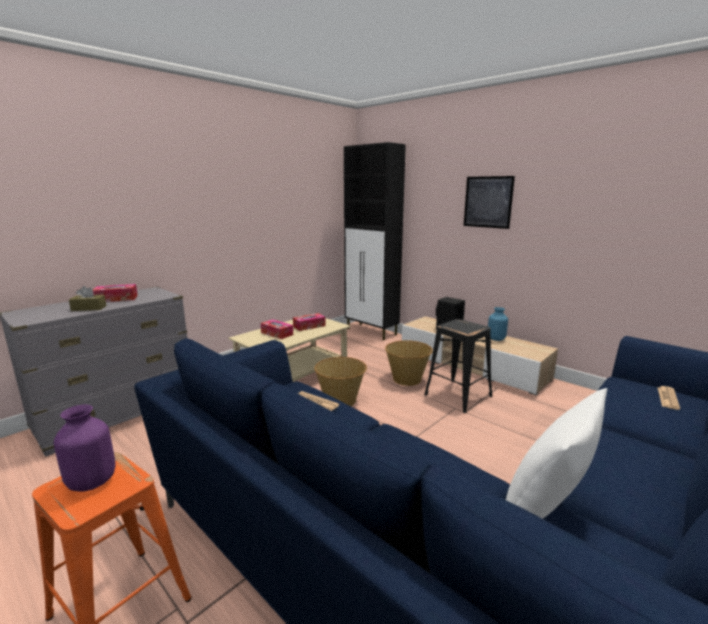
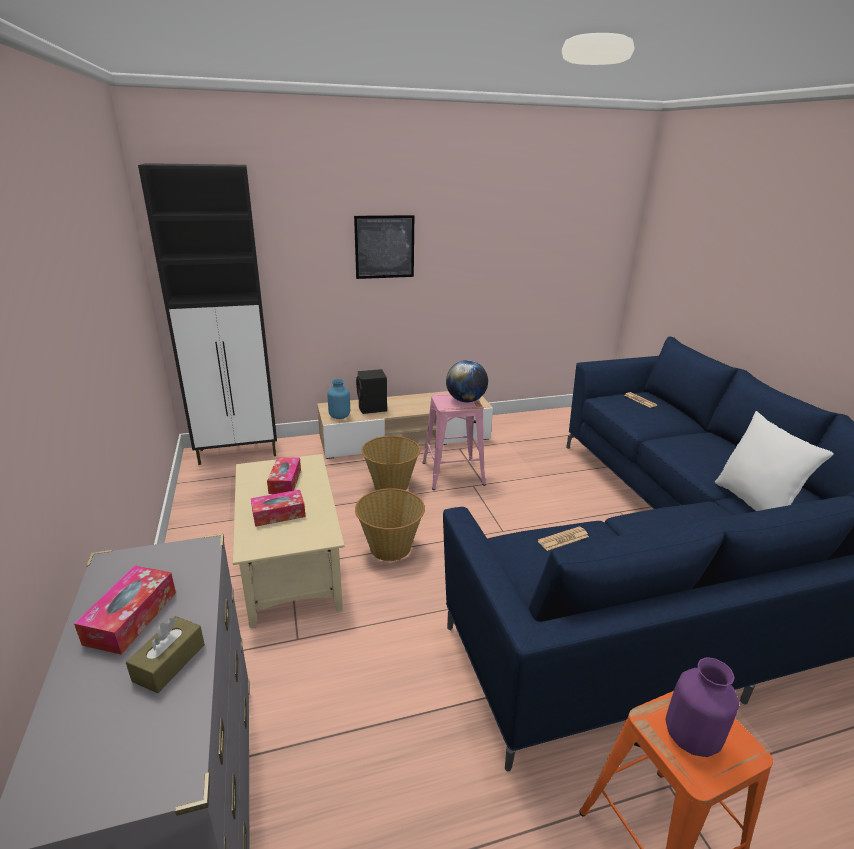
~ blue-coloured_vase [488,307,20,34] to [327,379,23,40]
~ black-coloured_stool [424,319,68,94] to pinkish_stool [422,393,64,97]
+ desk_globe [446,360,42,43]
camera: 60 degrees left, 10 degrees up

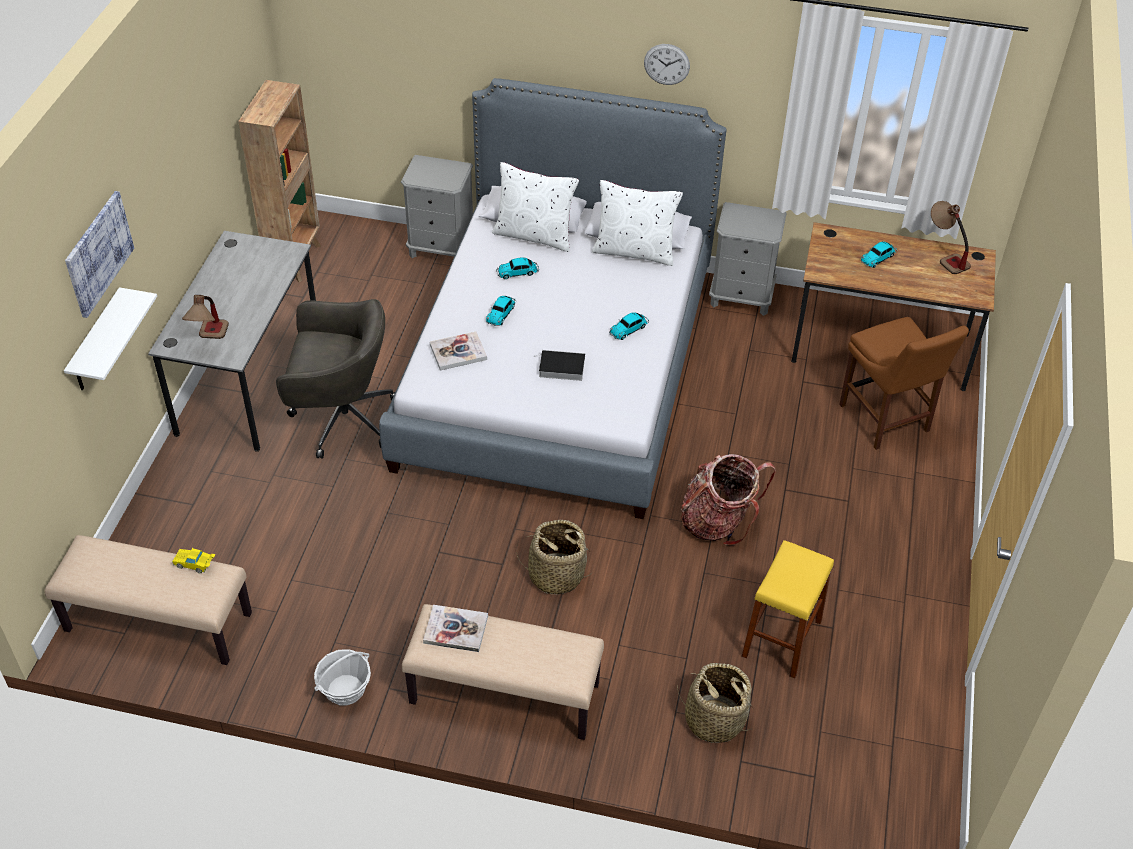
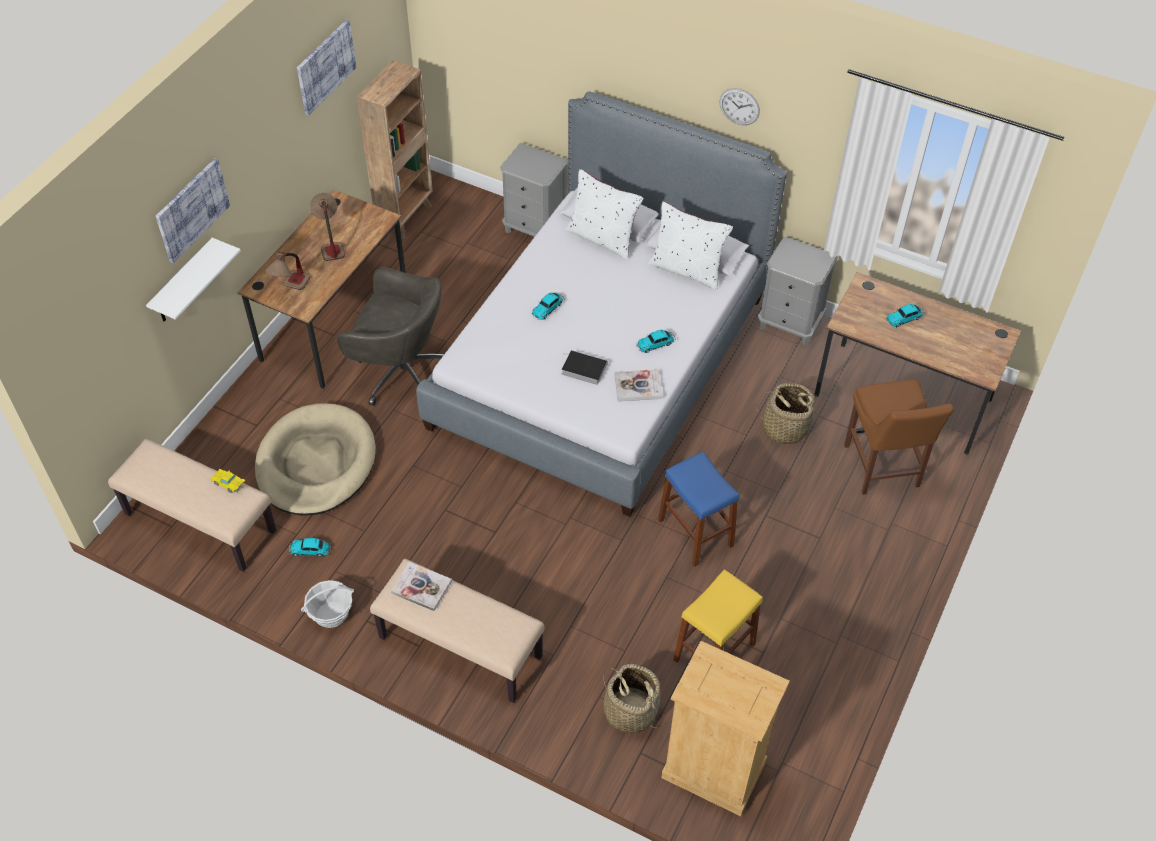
~ greyish_desk_table [148,231,168,221] to brownish_desk_table [238,189,168,200]
+ beige_dog_cushion [255,403,121,113]
~ toy_car [496,257,43,22] to [288,538,43,19]
+ wall_picture [297,19,59,97]
~ tabletop_lamp [931,201,40,73] to [310,193,35,68]
~ volume [430,331,57,39] to [614,369,48,32]
~ rucksack [681,454,95,91] to blue-coloured_stool [658,451,82,116]
+ beige_chest_of_drawers [661,641,129,175]
~ basket [516,520,76,75] to [756,383,59,61]
camera: 15 degrees right, 5 degrees up

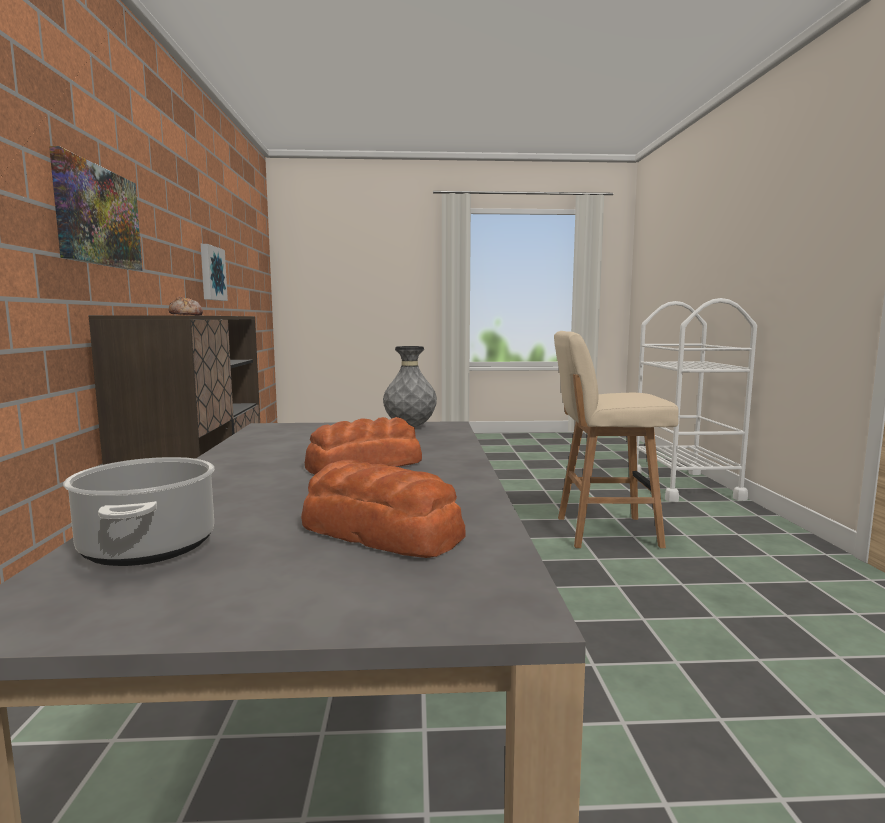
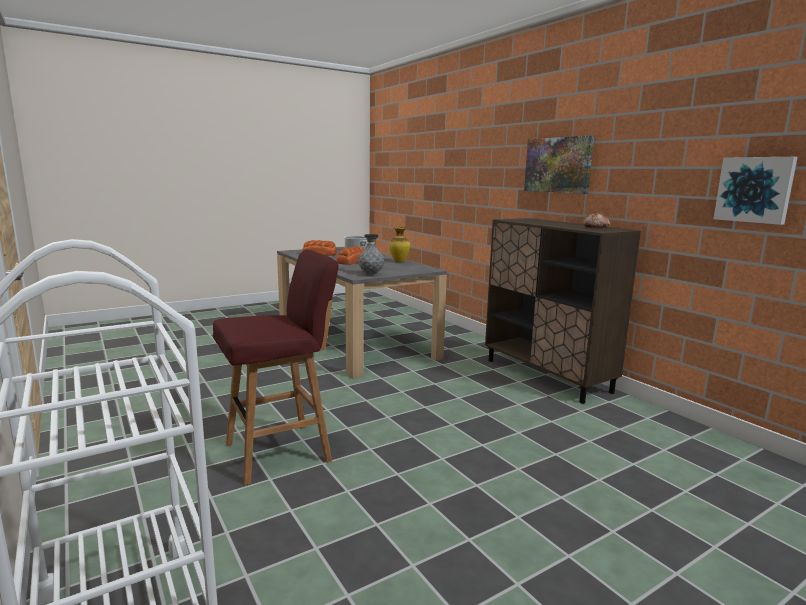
~ beige_stool [554,331,125,217] to red_stool [213,250,126,235]
+ vase [389,227,21,36]
camera: 150 degrees right, 5 degrees up

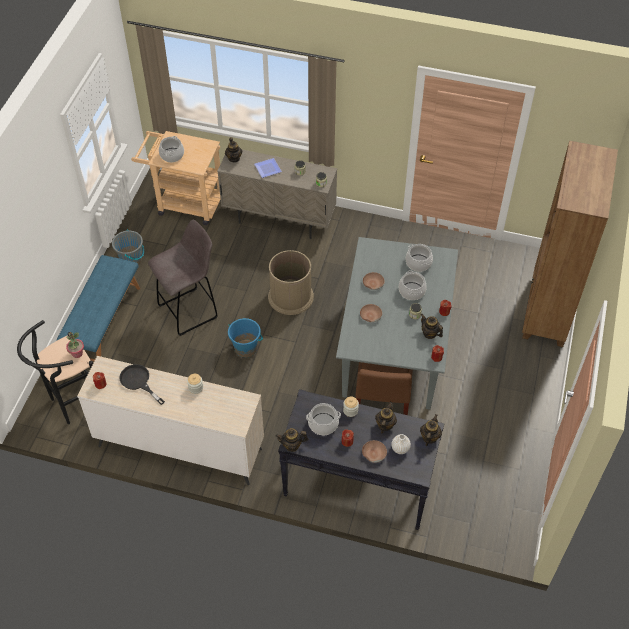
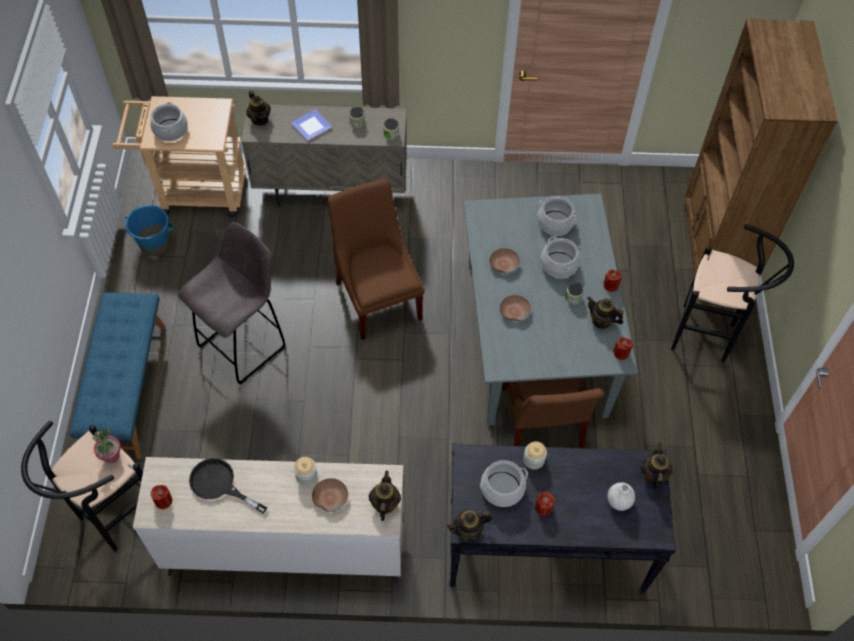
~ blue-coloured_pail [228,318,35,40] to [125,205,48,51]
~ brownish_serving_bowl [362,440,25,23] to [312,478,36,34]
~ brownish_trash_can [268,250,46,65] to brownish_plain_chair [327,179,97,161]
~ tea_pot [375,402,22,31] to [369,471,32,50]
+ black-coloured_stool [671,224,123,139]
- greyish_pail [112,230,32,35]
camera: 15 degrees left, 5 degrees up

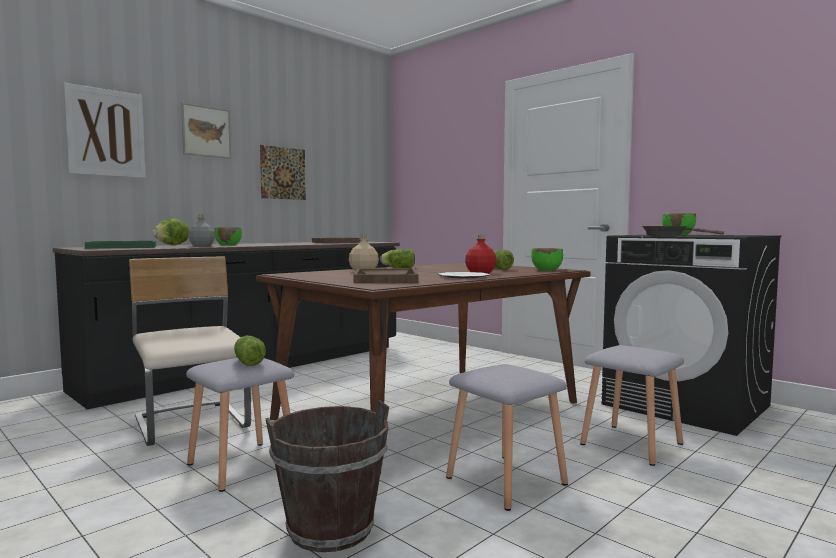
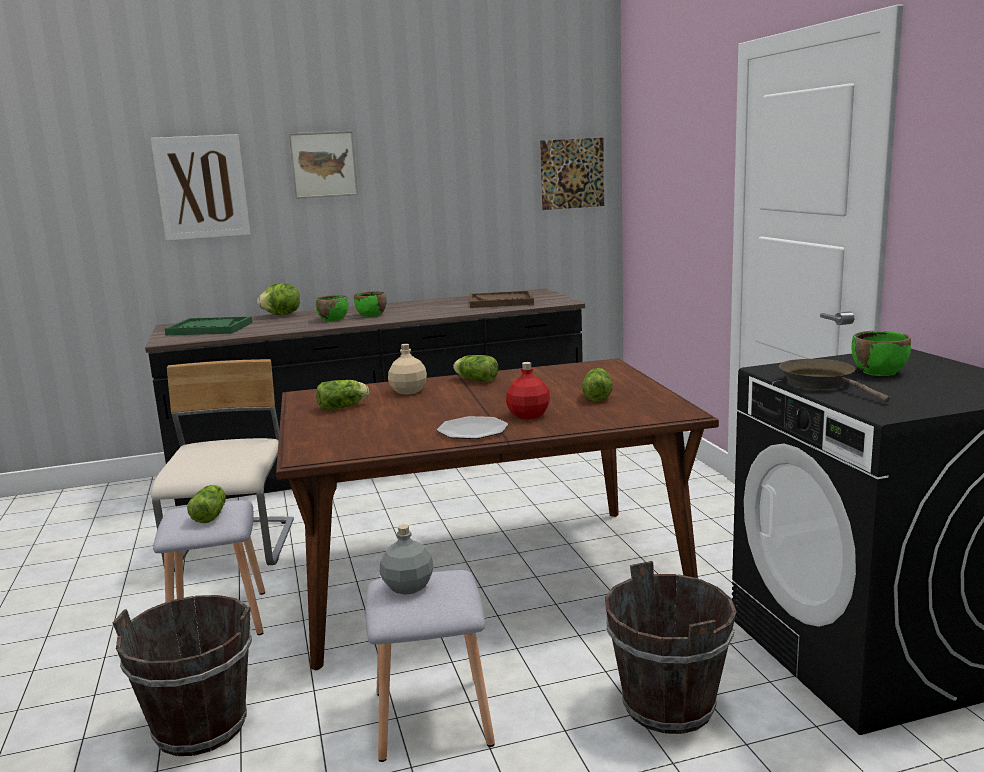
+ head_of_lettuce [316,380,53,31]
~ greenish_serving_bowl [531,248,32,23] to [354,291,32,26]
~ greyish_bottle [188,214,27,33] to [380,524,54,71]
~ wall_picture [260,145,46,55] to [540,138,64,72]
~ greyish_stool [580,345,104,121] to brownish_pail [605,561,131,173]
- brownish_tray [353,268,65,15]
camera: 30 degrees right, 10 degrees up

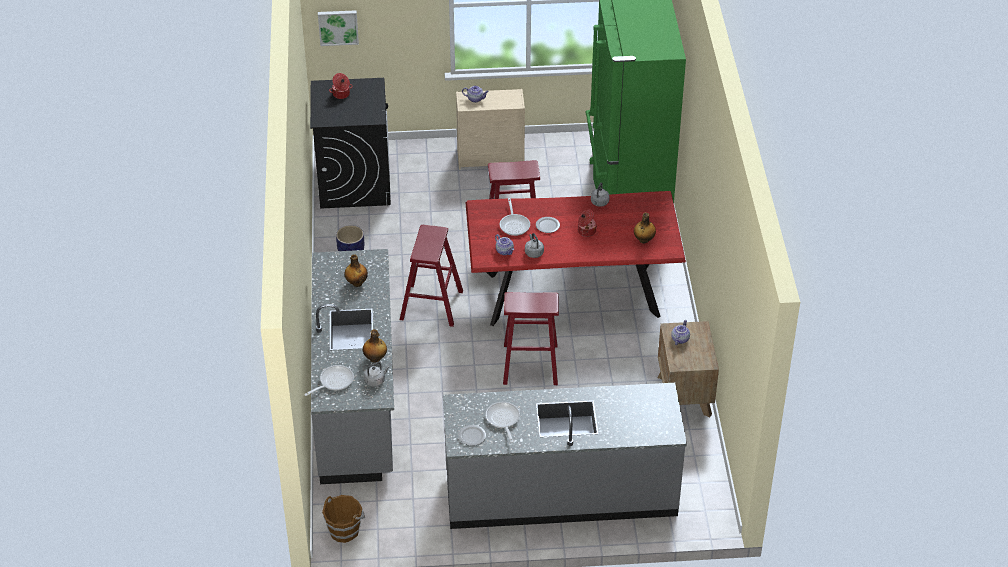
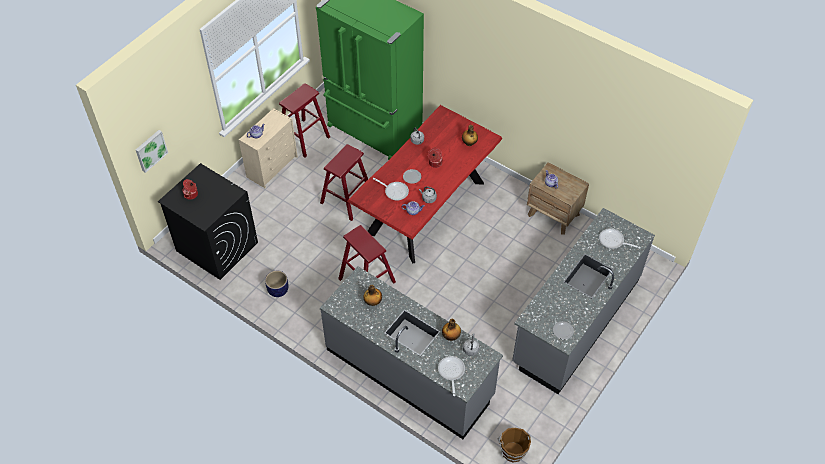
~ red_stool [503,292,56,93] to [279,83,51,75]
~ skillet [485,402,35,41] to [599,228,41,21]
camera: 50 degrees left, 10 degrees up

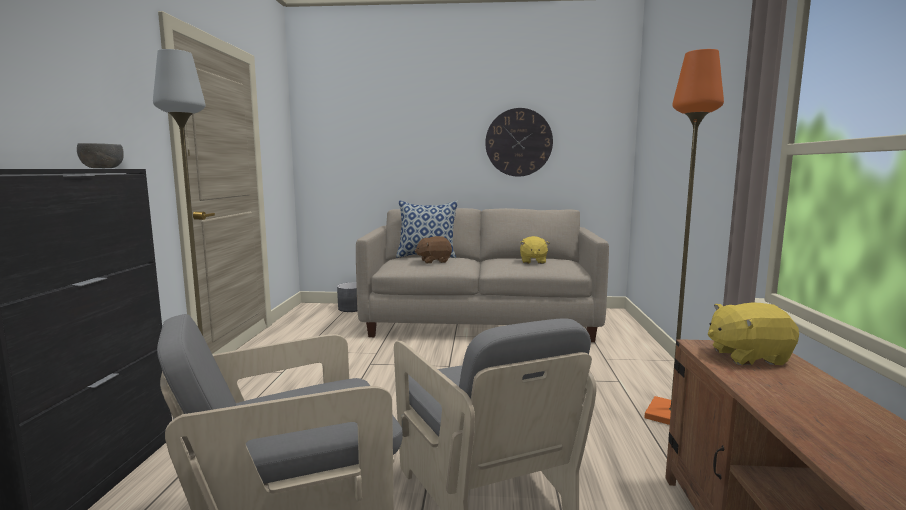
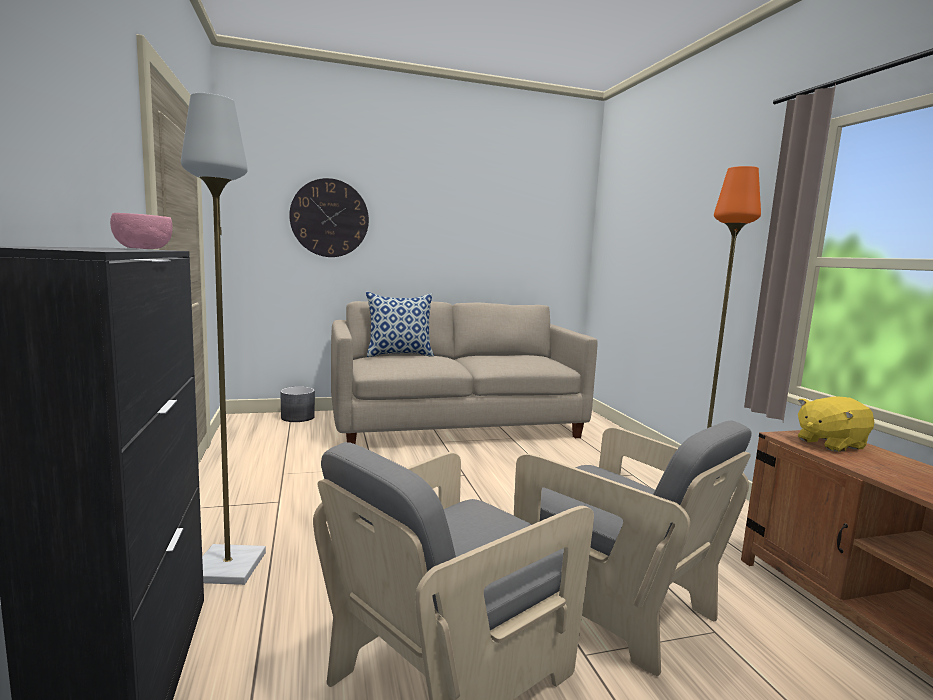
~ greyish_serving_bowl [77,143,47,25] to pinkish_serving_bowl [110,213,63,36]
~ hanging_clock [485,108,68,69] to [289,178,80,79]
- brownish_cuddly_toy [415,236,37,28]
- yellow-coloured_cuddly_toy [520,236,30,28]
camera: 20 degrees left, 0 degrees up

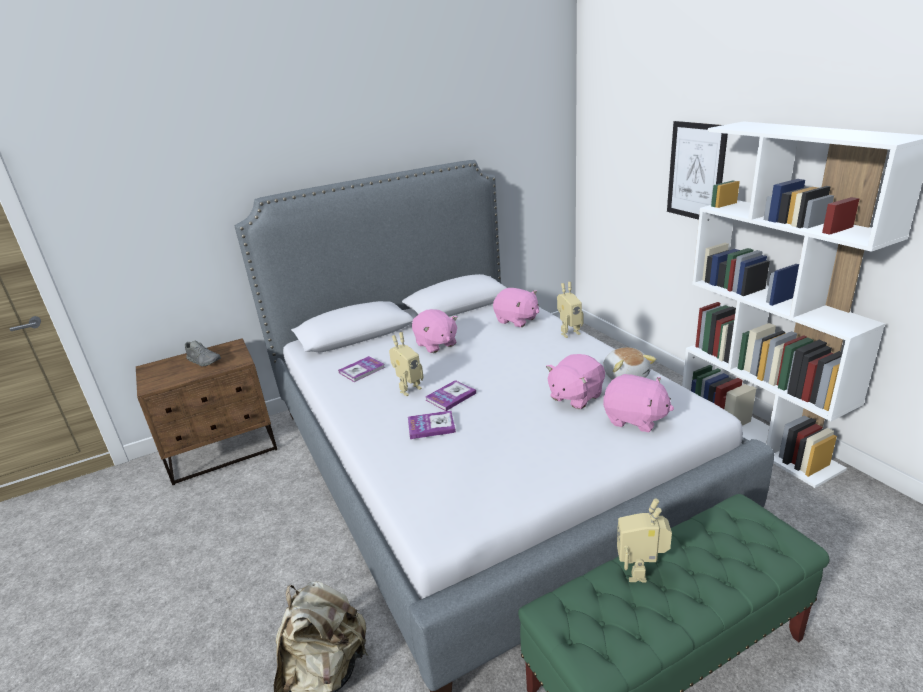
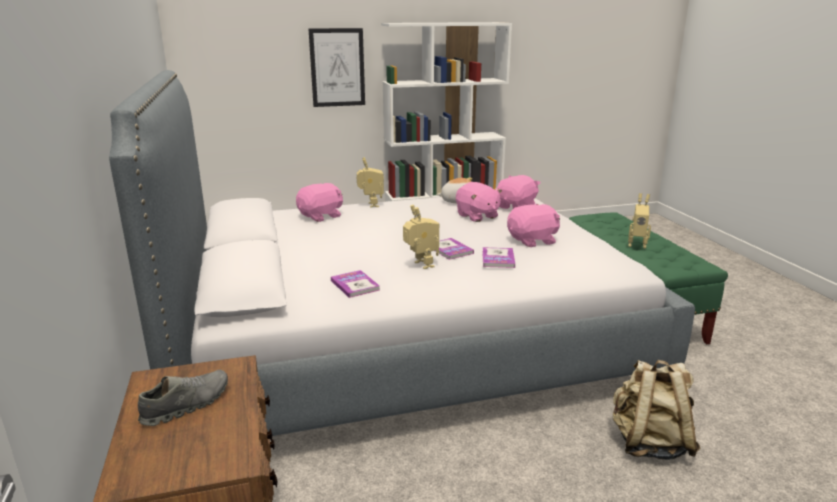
~ pinkish_cuddly_toy [412,309,46,44] to [507,203,53,44]
camera: 80 degrees left, 5 degrees down

